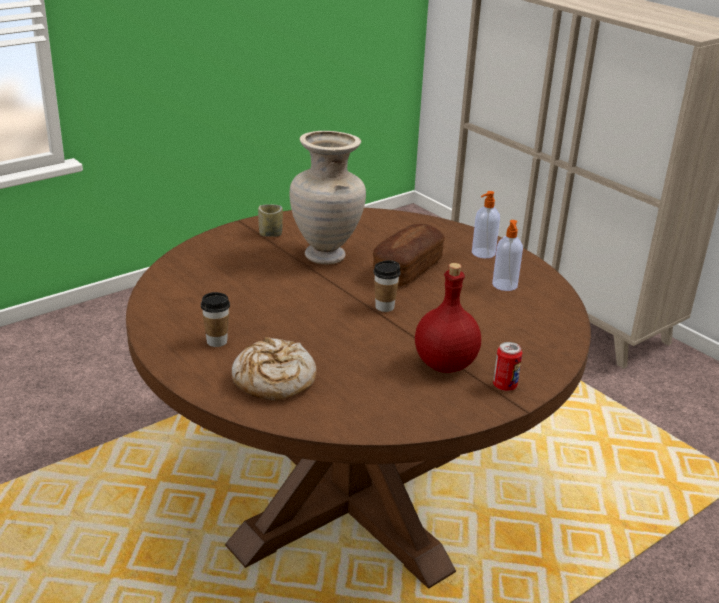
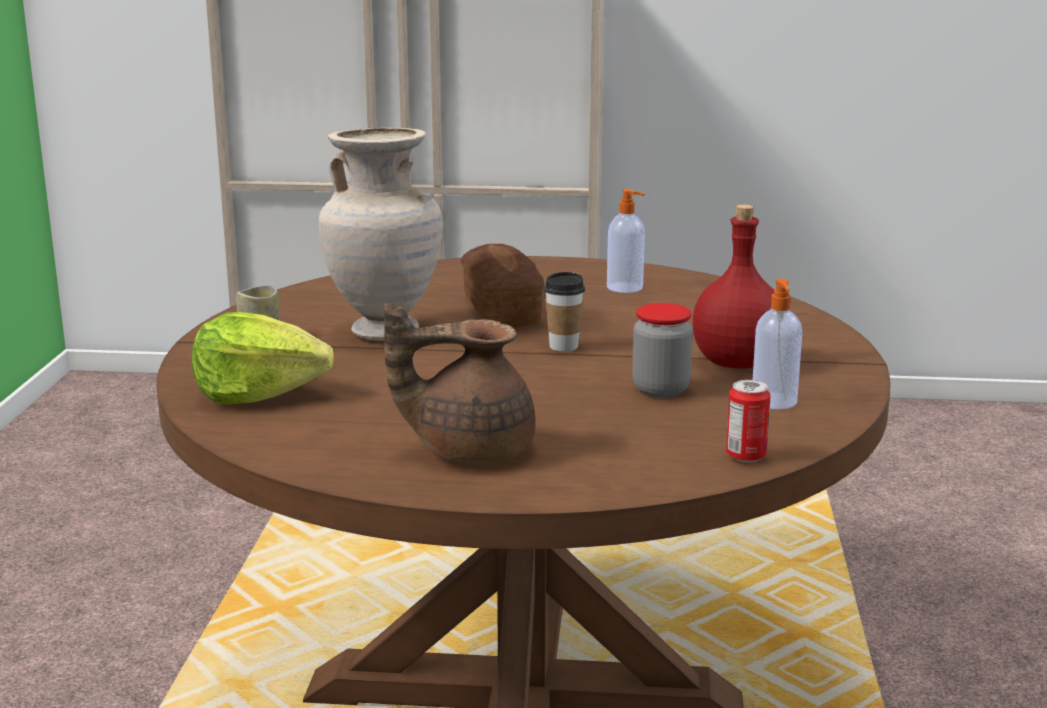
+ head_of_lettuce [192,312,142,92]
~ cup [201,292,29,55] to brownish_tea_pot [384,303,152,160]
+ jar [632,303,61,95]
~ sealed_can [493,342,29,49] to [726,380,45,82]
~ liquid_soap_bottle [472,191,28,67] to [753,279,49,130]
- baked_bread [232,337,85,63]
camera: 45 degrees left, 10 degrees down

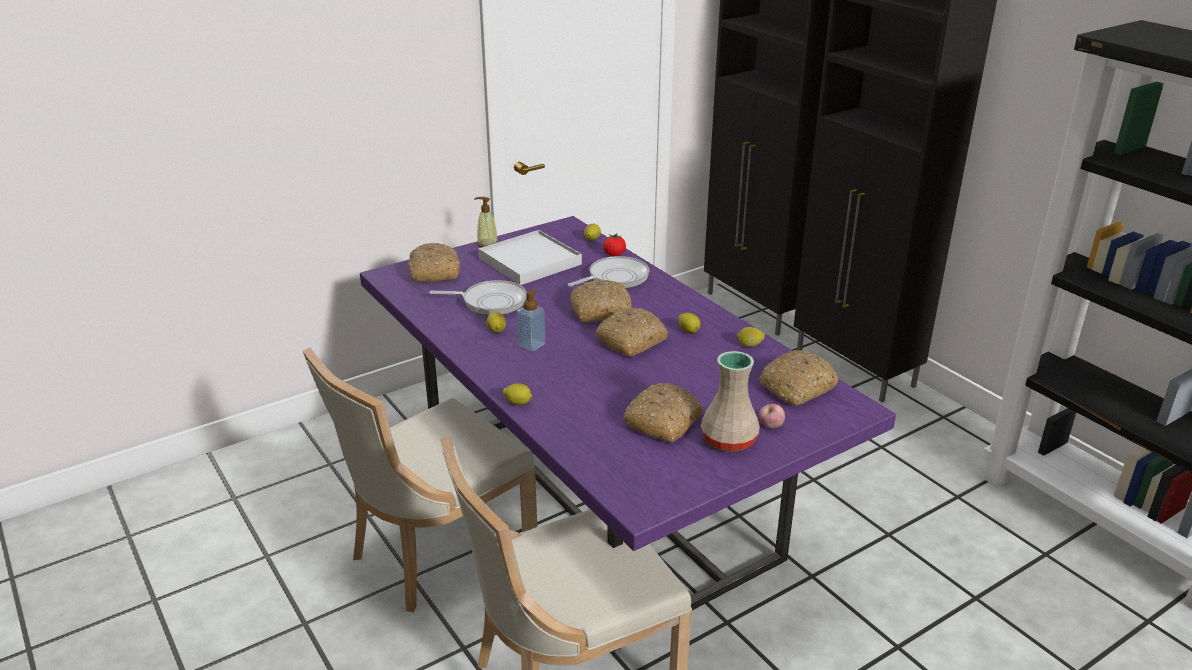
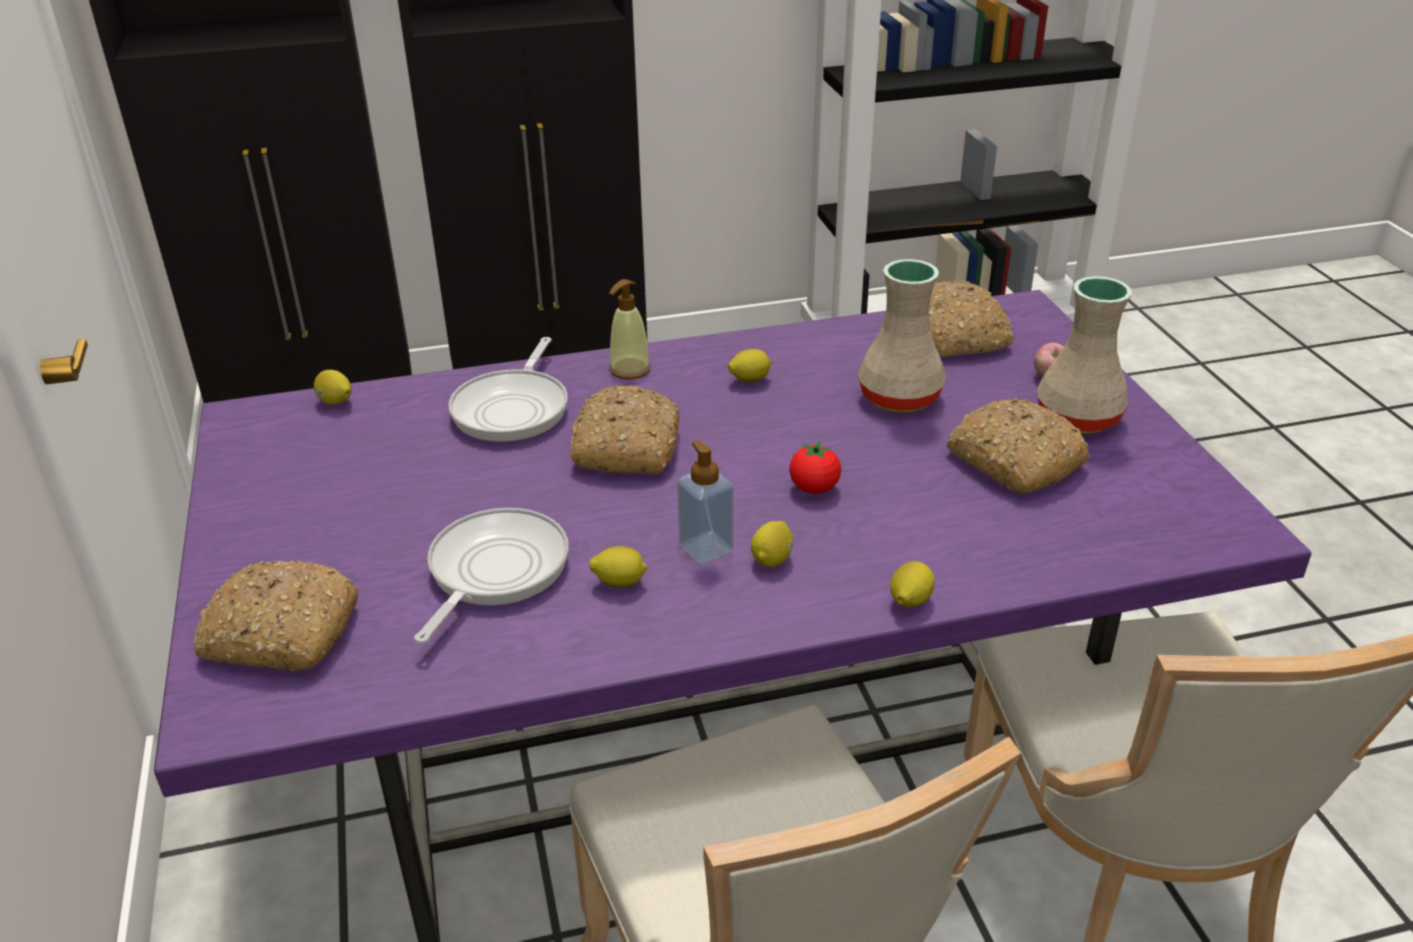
~ skillet [568,256,81,32] = [448,337,120,105] 150 degrees counterclockwise
~ liquid_soap_bottle [474,197,24,50] to [609,279,42,100]
~ whole_lemon [737,327,28,20] to [751,521,42,46]
~ tomato [603,233,23,23] to [789,440,52,54]
+ beige_vase [858,259,88,153]
- whitish_tray [478,230,104,55]
- baked_bread [595,308,73,49]
camera: 70 degrees left, 5 degrees up

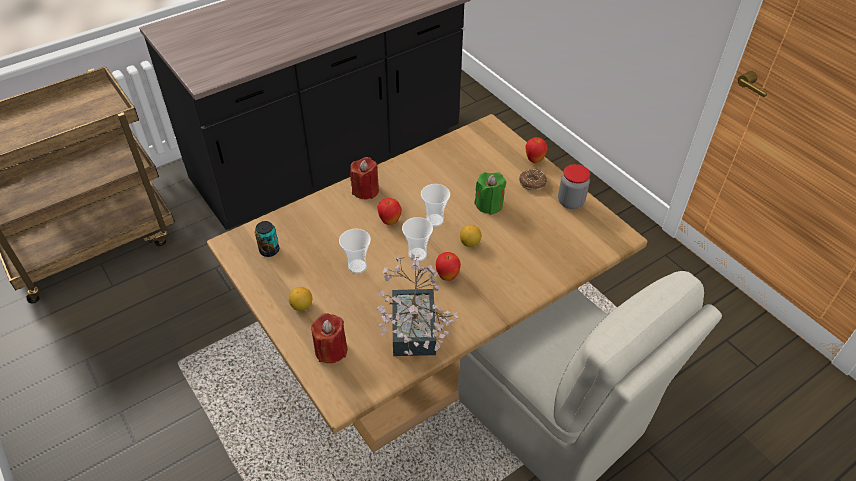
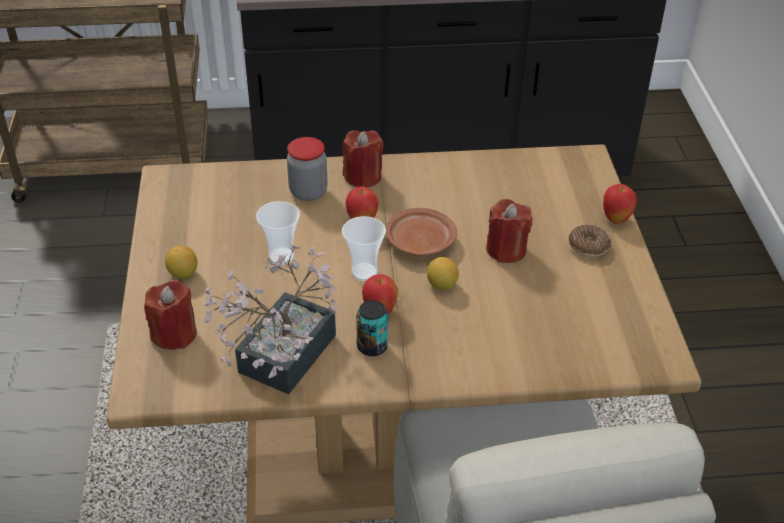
~ jar [558,164,32,45] to [287,137,41,64]
~ sealed_can [255,221,24,36] to [356,300,32,56]
~ cup [421,184,29,43] to brownish_dinner_plate [386,208,71,48]
~ greenish_wax_candle [474,172,32,43] to red_wax_candle [486,199,47,64]
camera: 30 degrees right, 5 degrees down

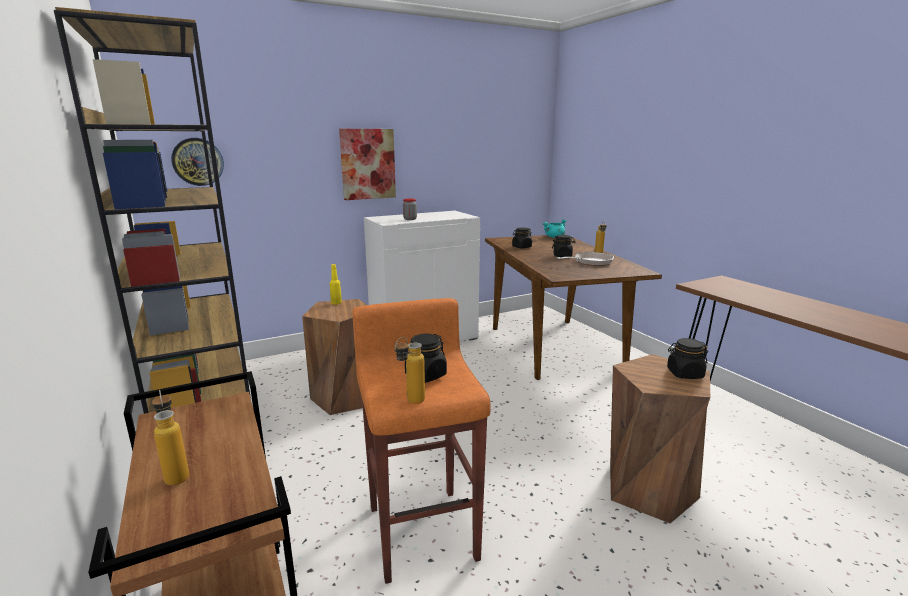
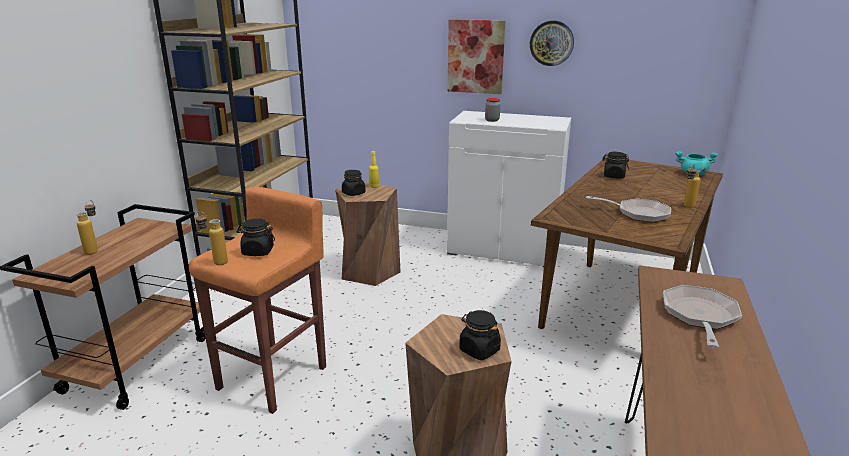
~ black-coloured_jar [552,235,24,22] to [342,170,23,26]
~ hanging_clock [171,138,53,48] to [530,20,44,46]
+ skillet [663,285,79,63]
camera: 45 degrees right, 5 degrees up

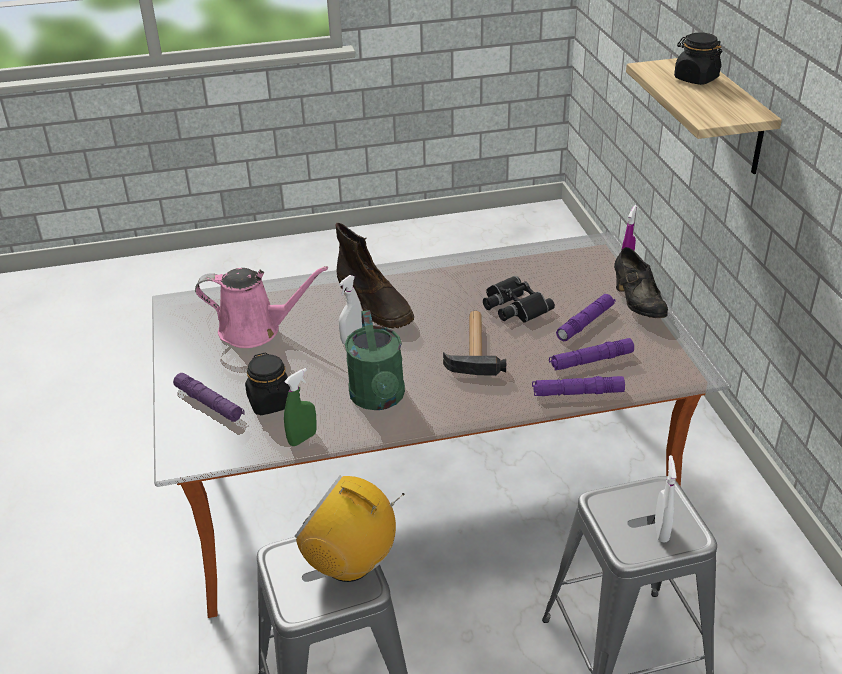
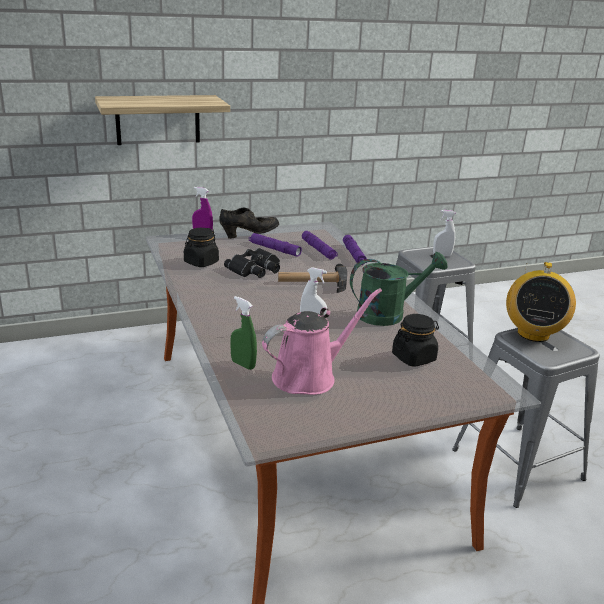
~ black-coloured_jar [674,33,48,52] to [184,228,35,39]
~ greenish_spray_bottle [284,368,33,78] to [230,296,27,74]
~ pinkish_sprinkling_can [195,266,133,82] = [262,288,120,107] 60 degrees clockwise
- purple-coloured_flashlight [173,373,72,49]
- brownish_boot [336,223,78,106]
camera: 100 degrees left, 10 degrees down

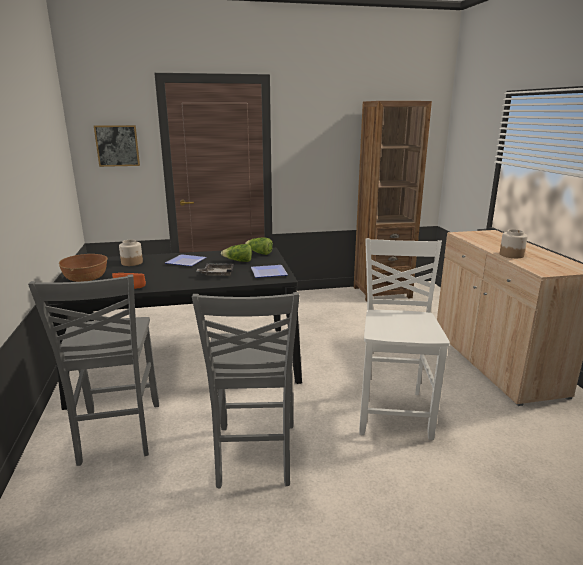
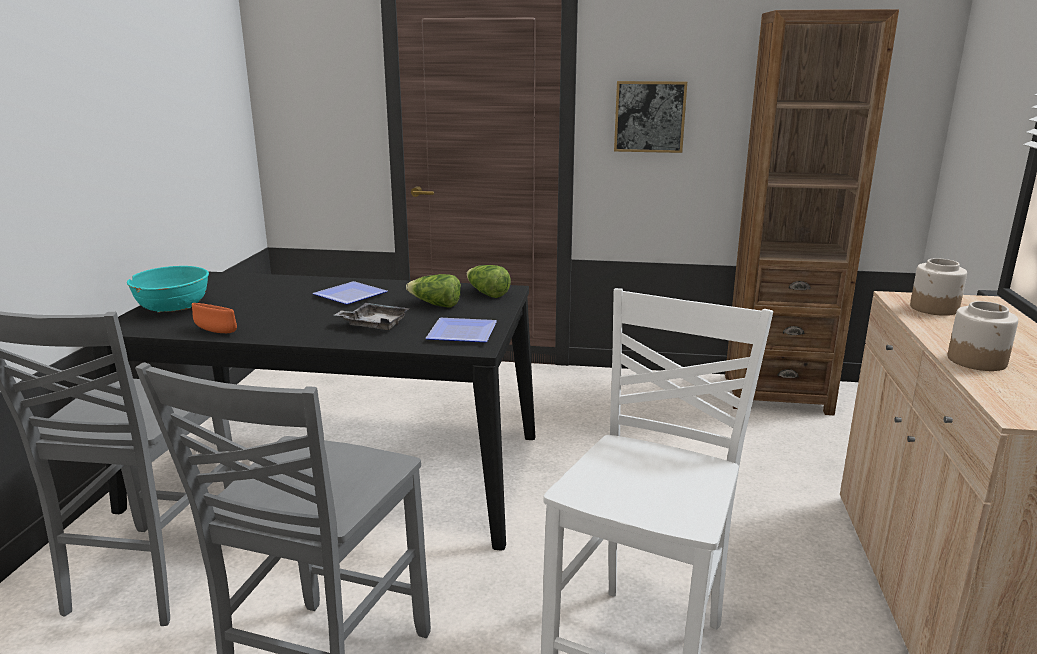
~ brownish_serving_bowl [59,254,49,28] to turquoise-coloured_serving_bowl [127,266,82,47]
~ wall_picture [94,125,46,42] to [614,81,73,72]
~ jar [119,240,24,26] to [910,258,57,58]
camera: 20 degrees right, 0 degrees up

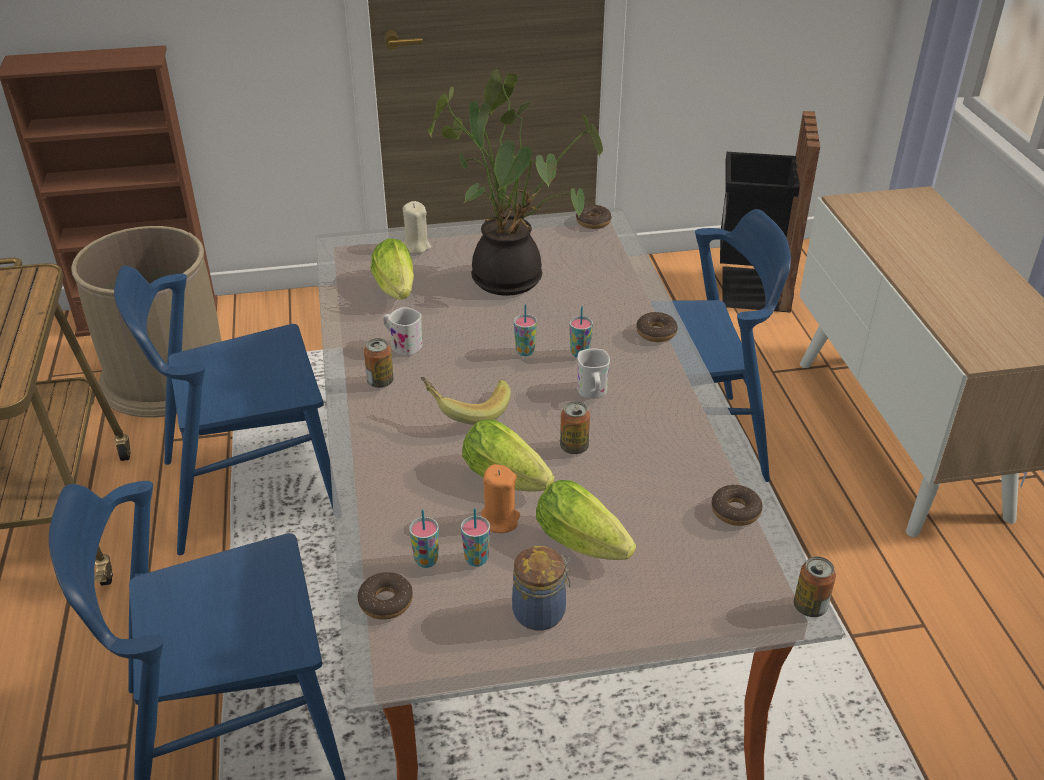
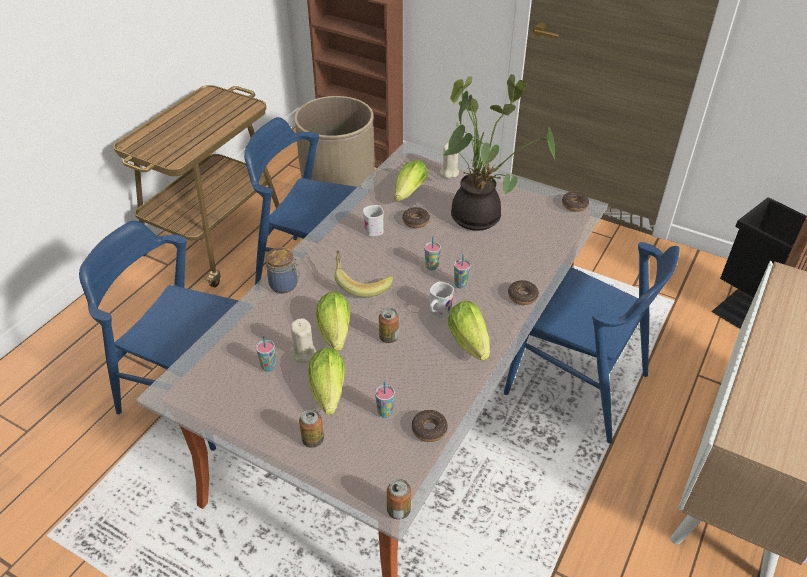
~ jar [512,546,58,85] to [266,247,34,46]
~ orange-coloured_wax_candle [481,464,39,69] to beige_wax_candle [290,318,26,45]
~ sealed_can [364,338,30,50] to [299,409,25,39]
~ cup [409,509,30,59] to [375,381,20,37]
~ doughnut [357,572,56,48] to [402,207,28,21]
+ head_of_lettuce [448,301,42,59]
camera: 40 degrees right, 5 degrees up

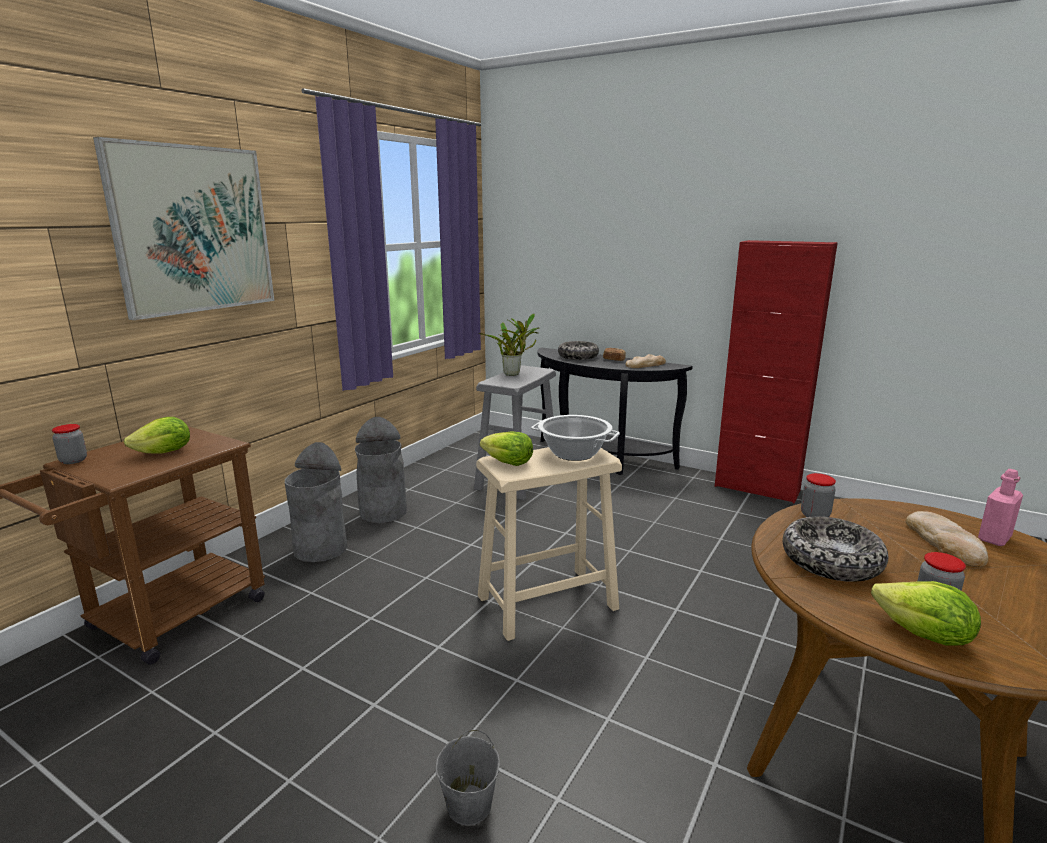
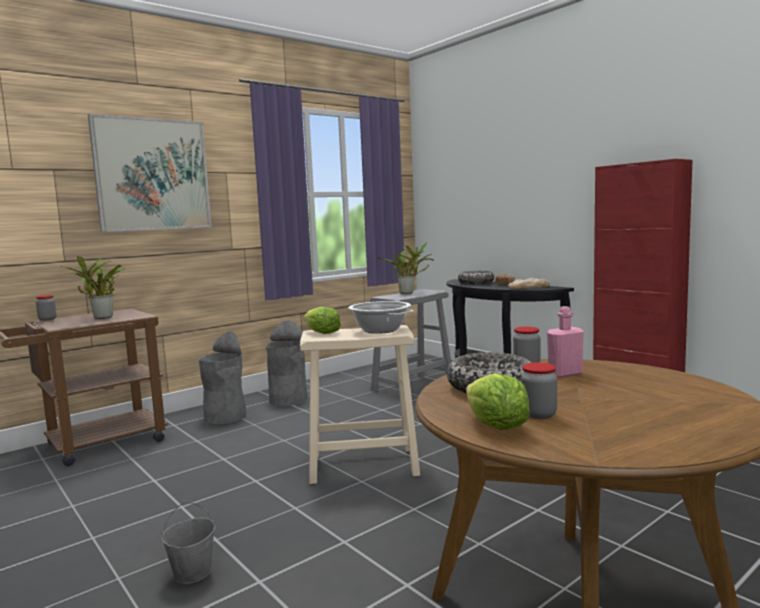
~ head_of_lettuce [124,417,66,37] to plant_in_a_pot [61,256,65,63]
~ pinkish_bottle [978,469,45,77] to [547,306,37,72]
- baked_bread [905,511,83,56]
camera: 20 degrees right, 10 degrees down

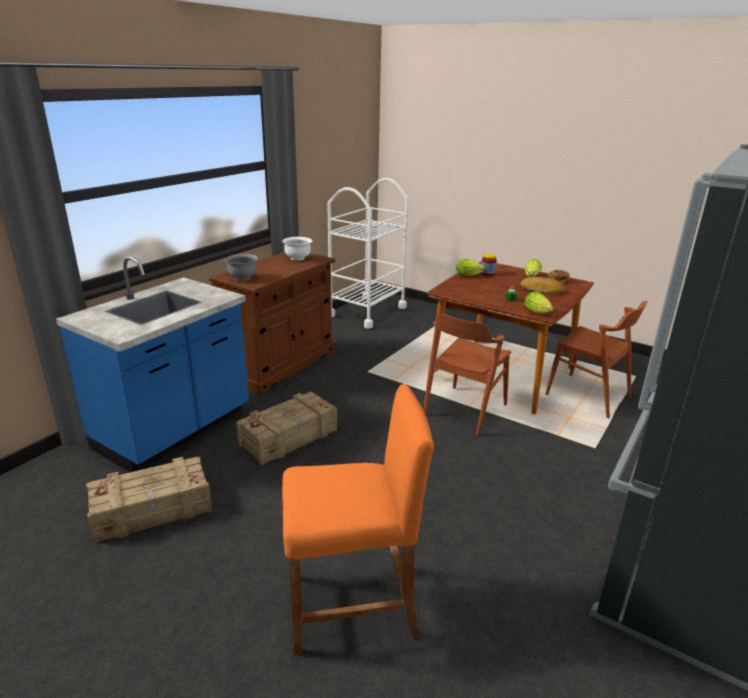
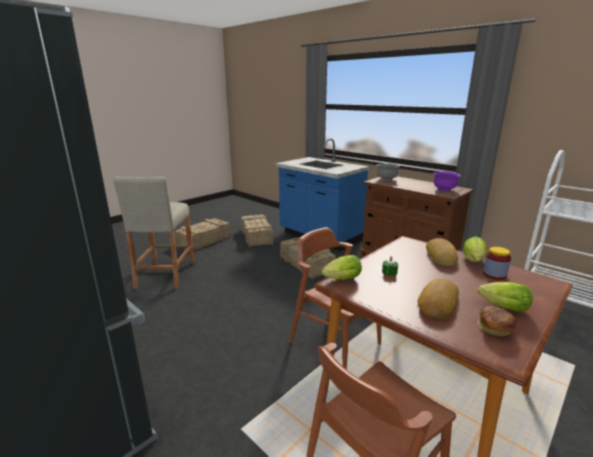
~ orange-coloured_stool [282,384,152,271] to beige_stool [113,176,82,113]
+ packing_crate [174,218,57,33]
+ baked_bread [426,238,32,28]
~ whitish_serving_bowl [282,237,31,23] to purple-coloured_serving_bowl [434,171,27,20]
camera: 100 degrees right, 5 degrees down

